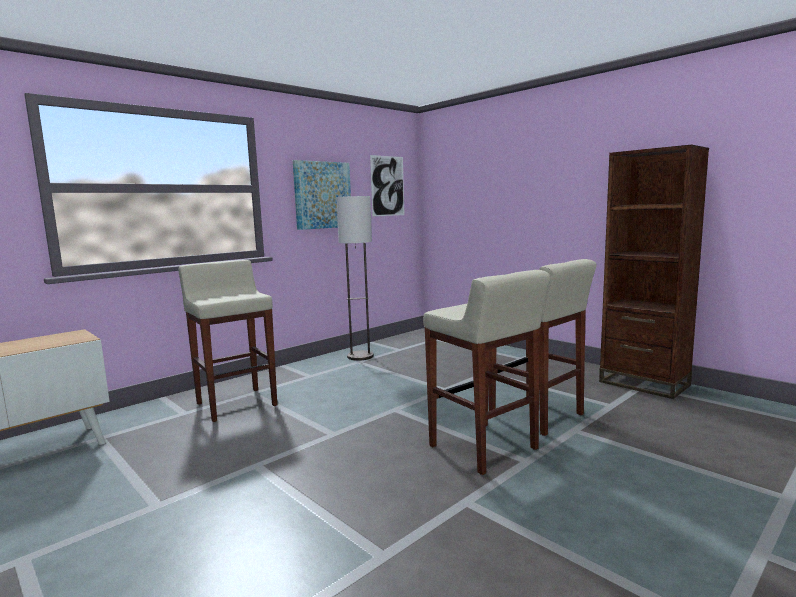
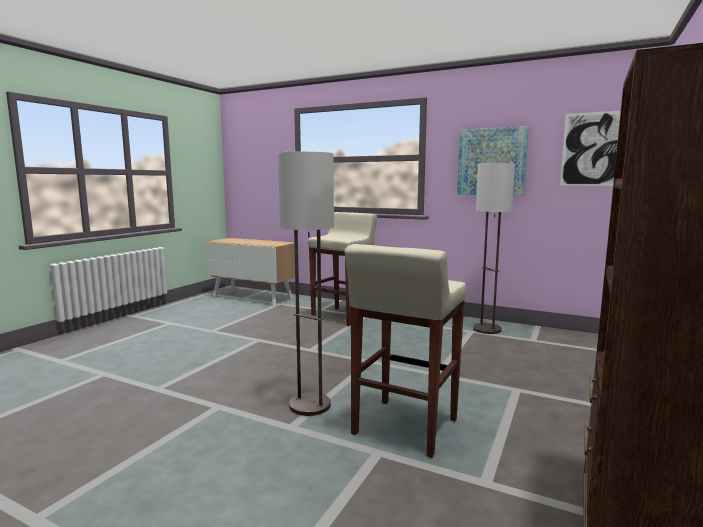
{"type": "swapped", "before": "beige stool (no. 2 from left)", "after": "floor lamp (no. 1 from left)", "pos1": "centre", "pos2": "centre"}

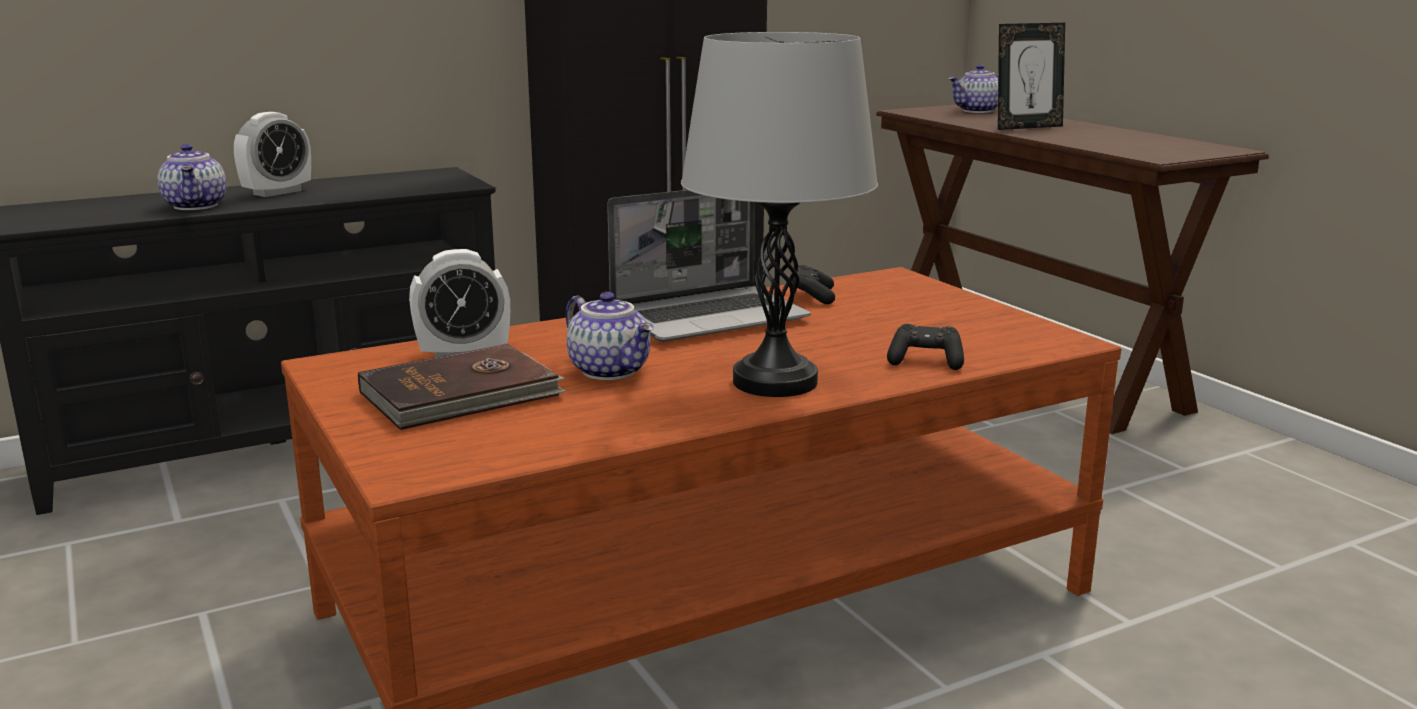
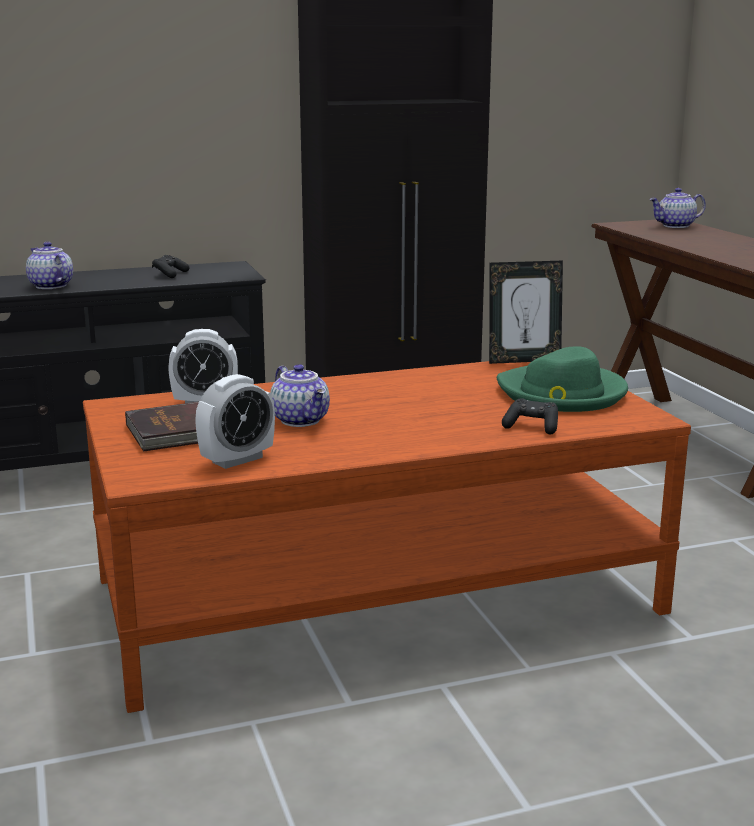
{"type": "shifted", "before": "picture frame", "pos1": "top right", "pos2": "middle right"}
{"type": "gone", "before": "grey table lamp", "pos1": "top centre"}
{"type": "shifted", "before": "alarm clock (no. 1 from left in the first image)", "after": "alarm clock (no. 2 from left)", "pos1": "top left", "pos2": "middle left"}
{"type": "rotated", "before": "teapot (no. 1 from left)", "pos1": "top left", "pos2": "top left", "turn": 150}
{"type": "gone", "before": "laptop", "pos1": "centre"}
{"type": "shifted", "before": "black game controller (no. 1 from left)", "pos1": "centre", "pos2": "top left"}
{"type": "new", "after": "green hat", "pos2": "middle right"}

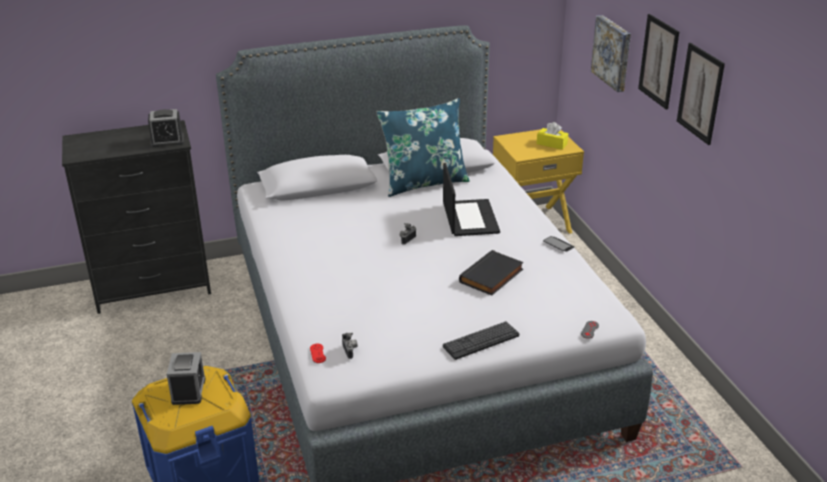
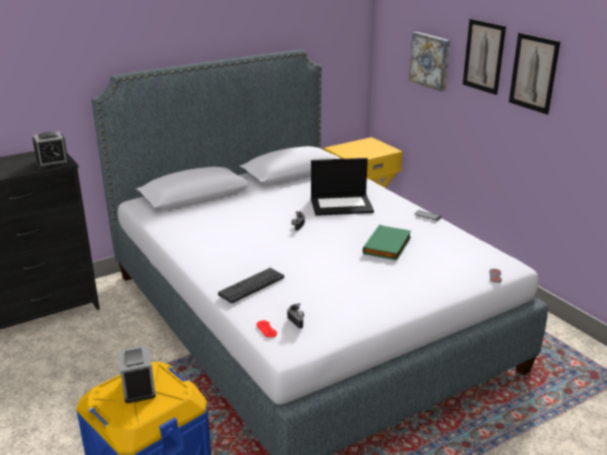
{"type": "gone", "before": "blue pillow", "pos1": "top centre"}
{"type": "gone", "before": "yellow tissue box", "pos1": "top right"}
{"type": "rotated", "before": "laptop", "pos1": "centre", "pos2": "centre", "turn": 105}
{"type": "repainted", "before": "black book", "after": "green book", "pos1": "centre", "pos2": "centre"}
{"type": "shifted", "before": "keyboard", "pos1": "bottom centre", "pos2": "centre"}

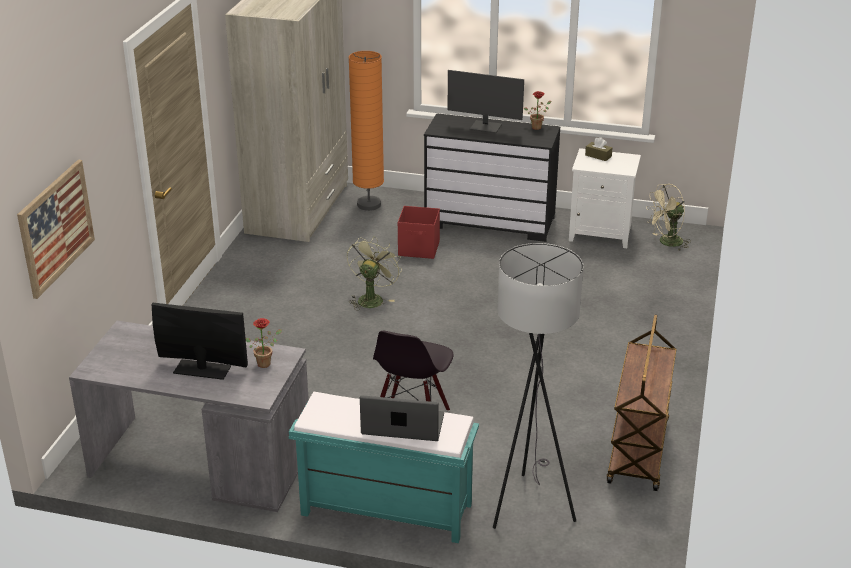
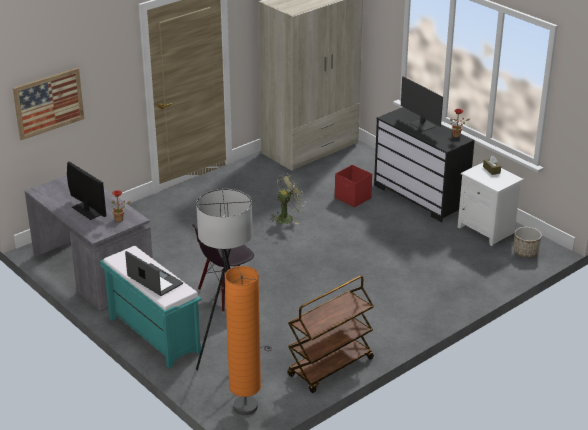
{"type": "shifted", "before": "orange floor lamp", "pos1": "top centre", "pos2": "bottom centre"}
{"type": "swapped", "before": "beige fan", "after": "planter", "pos1": "middle right", "pos2": "middle right"}

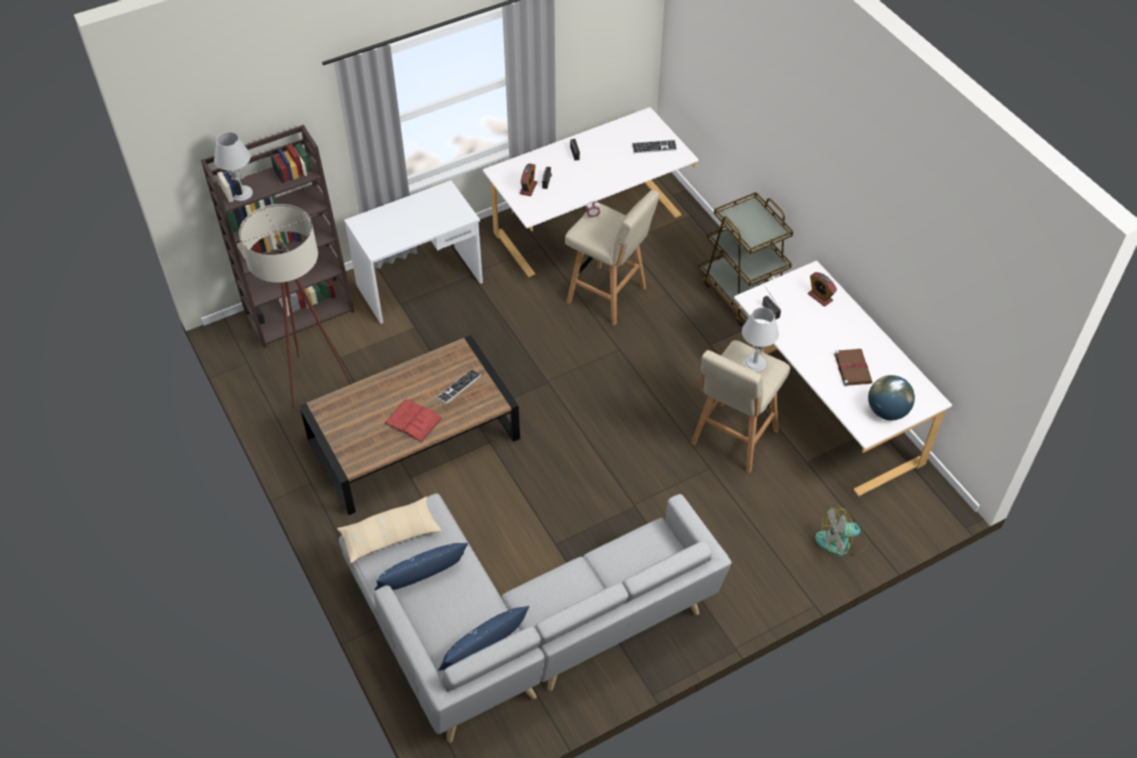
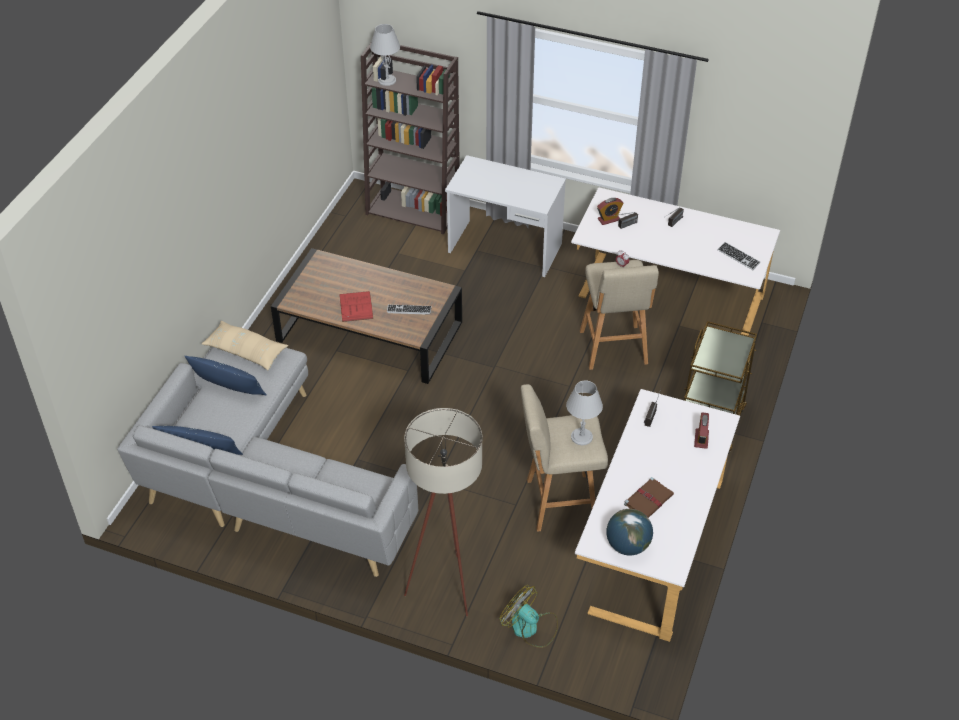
{"type": "shifted", "before": "beige floor lamp", "pos1": "middle left", "pos2": "bottom centre"}

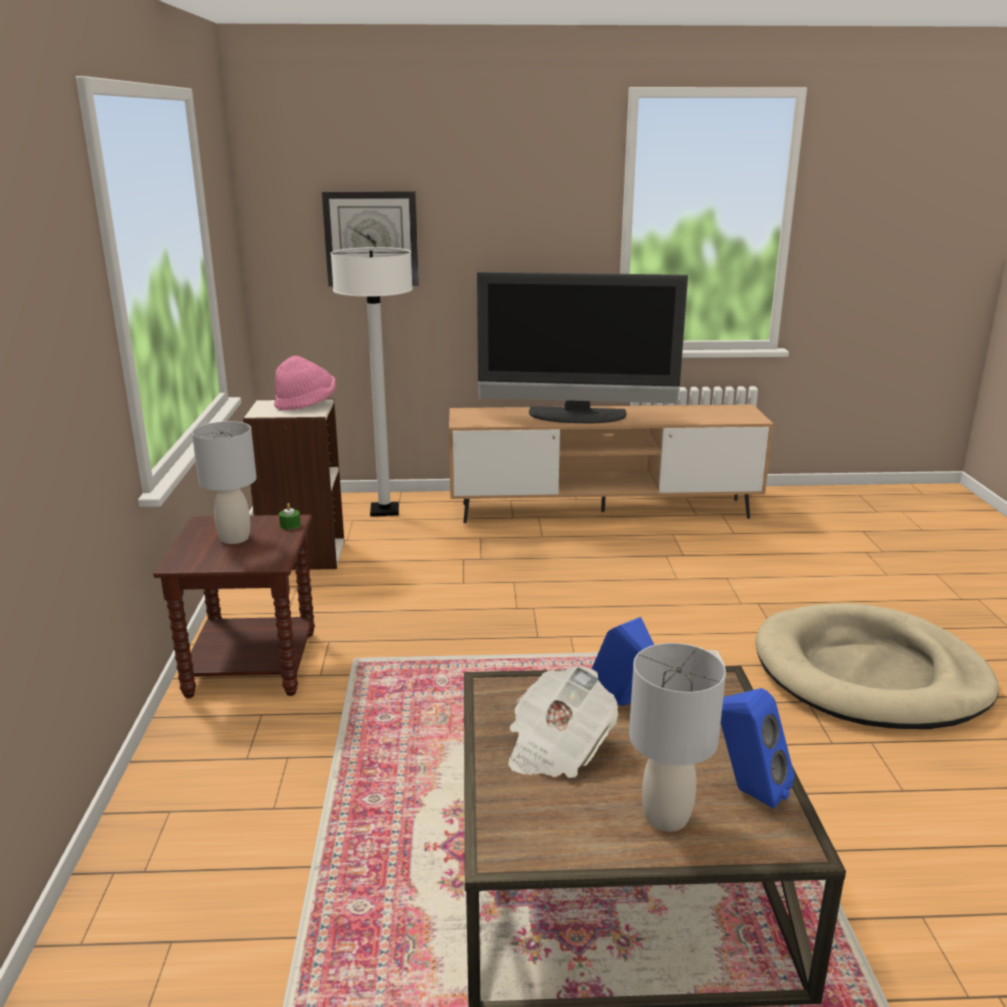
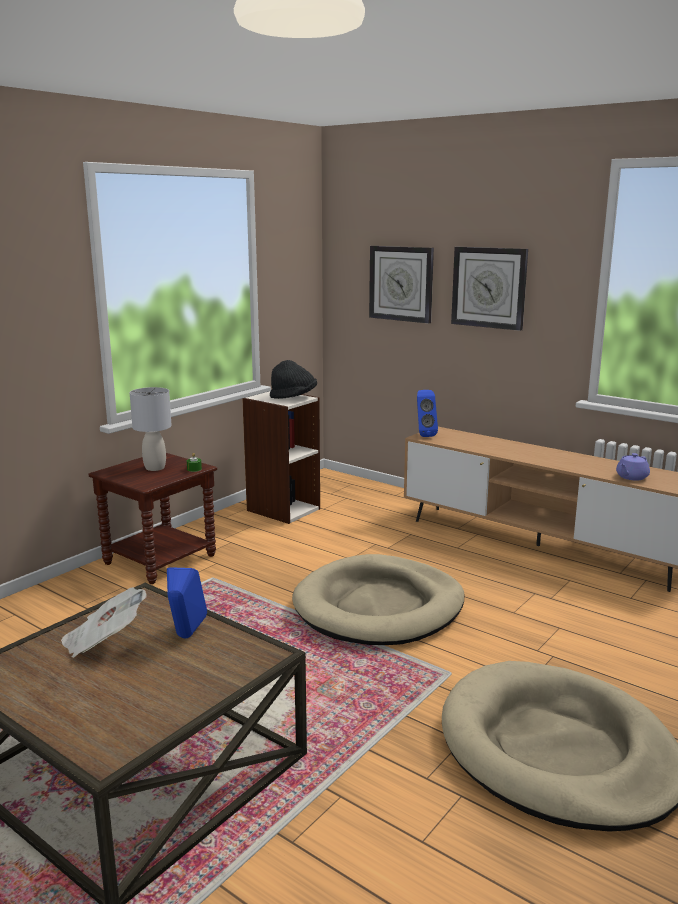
{"type": "gone", "before": "white floor lamp", "pos1": "centre"}
{"type": "gone", "before": "television", "pos1": "centre"}
{"type": "repainted", "before": "pink hat", "after": "black hat", "pos1": "middle left", "pos2": "centre"}
{"type": "gone", "before": "grey table lamp (no. 2 from left)", "pos1": "bottom right"}
{"type": "shifted", "before": "blue speaker (no. 2 from left)", "pos1": "bottom right", "pos2": "centre"}
{"type": "new", "after": "wall clock (no. 2 from left)", "pos2": "top right"}
{"type": "new", "after": "purple teapot", "pos2": "middle right"}
{"type": "new", "after": "beige dog bed (no. 1 from left)", "pos2": "centre"}

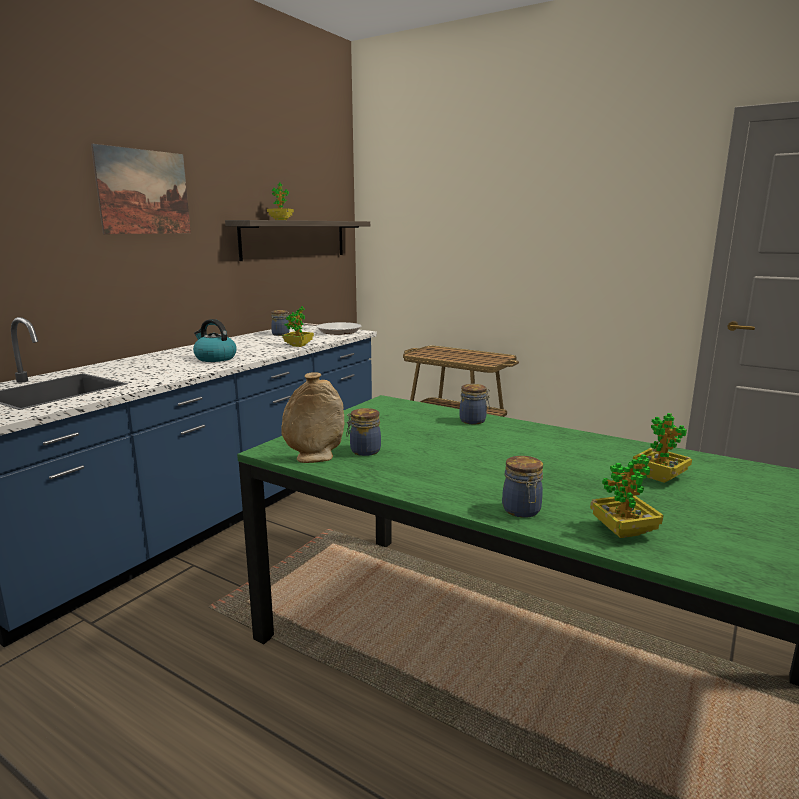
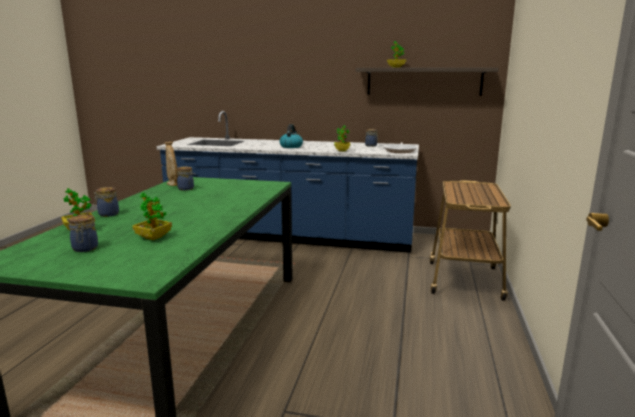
{"type": "gone", "before": "picture", "pos1": "top left"}
{"type": "shifted", "before": "jar (no. 3 from left in the first image)", "after": "jar (no. 1 from left)", "pos1": "centre", "pos2": "middle left"}

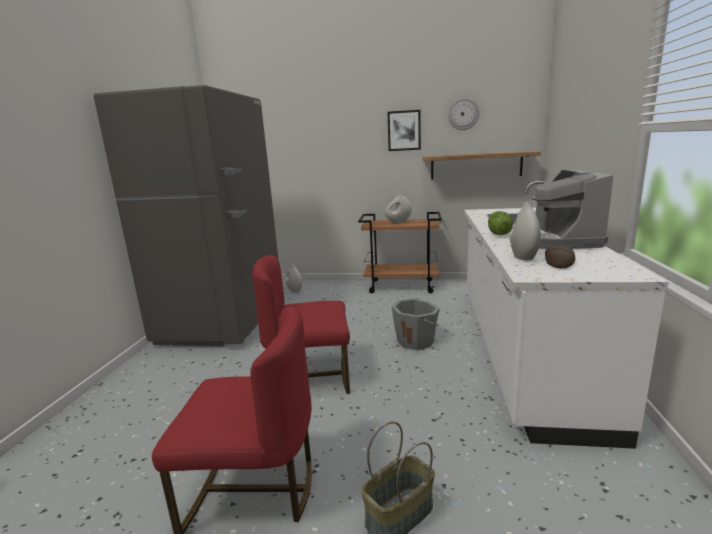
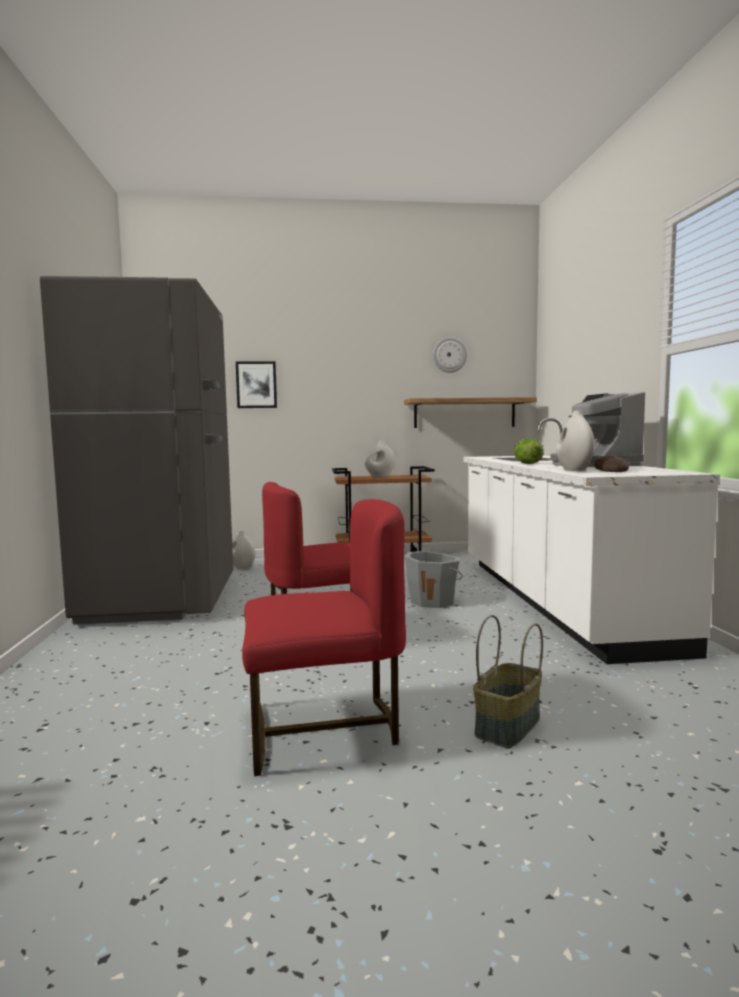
{"type": "shifted", "before": "picture", "pos1": "top centre", "pos2": "centre"}

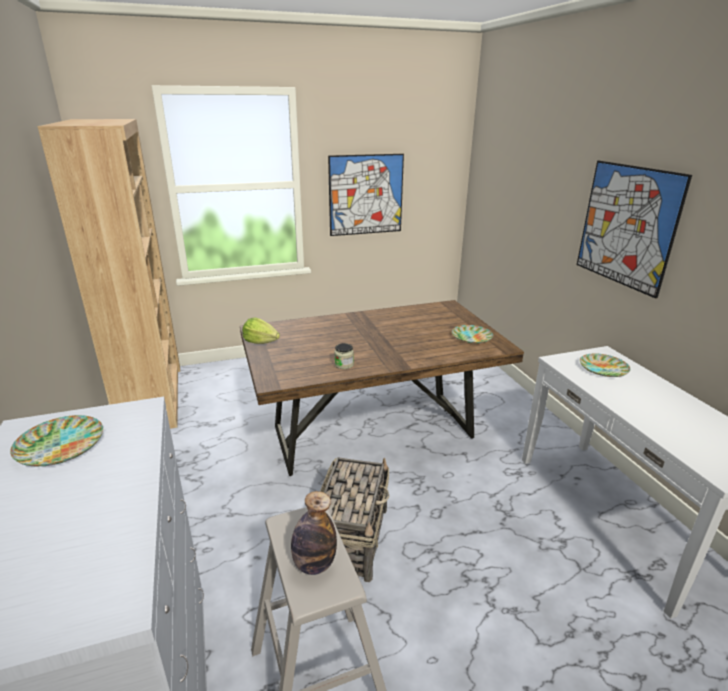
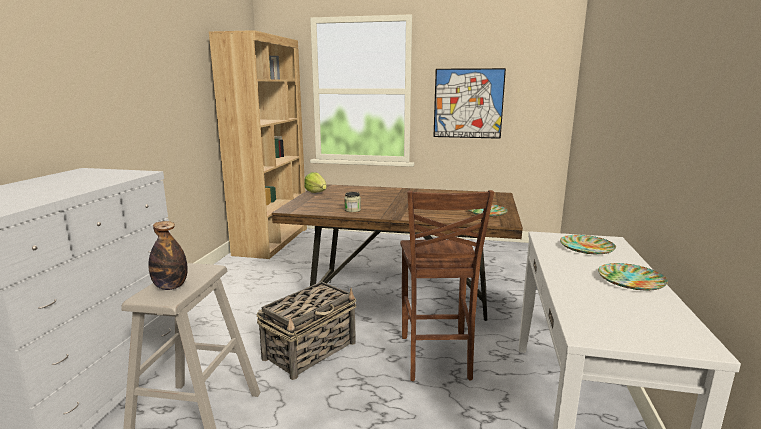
{"type": "gone", "before": "picture (no. 2 from left)", "pos1": "top right"}
{"type": "shifted", "before": "plate (no. 1 from left in the first image)", "after": "plate (no. 3 from left)", "pos1": "middle left", "pos2": "middle right"}
{"type": "new", "after": "brown chair", "pos2": "centre"}

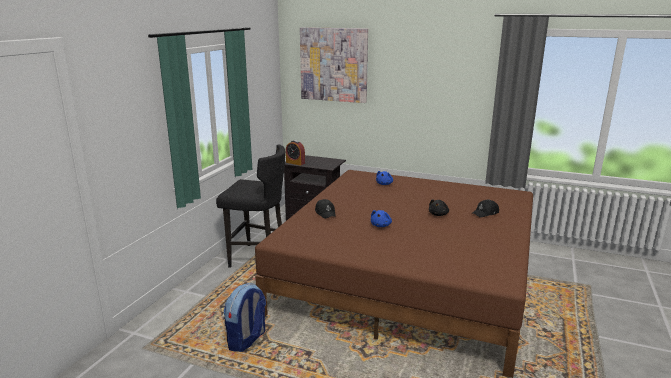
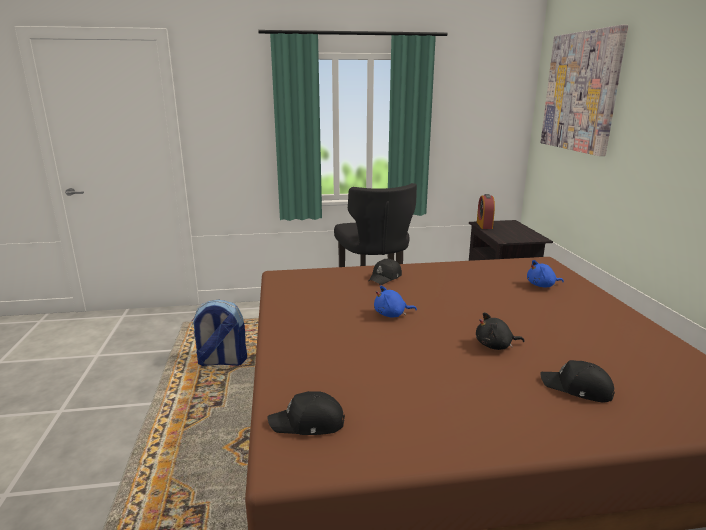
{"type": "new", "after": "black cap (no. 1 from left)", "pos2": "bottom centre"}

